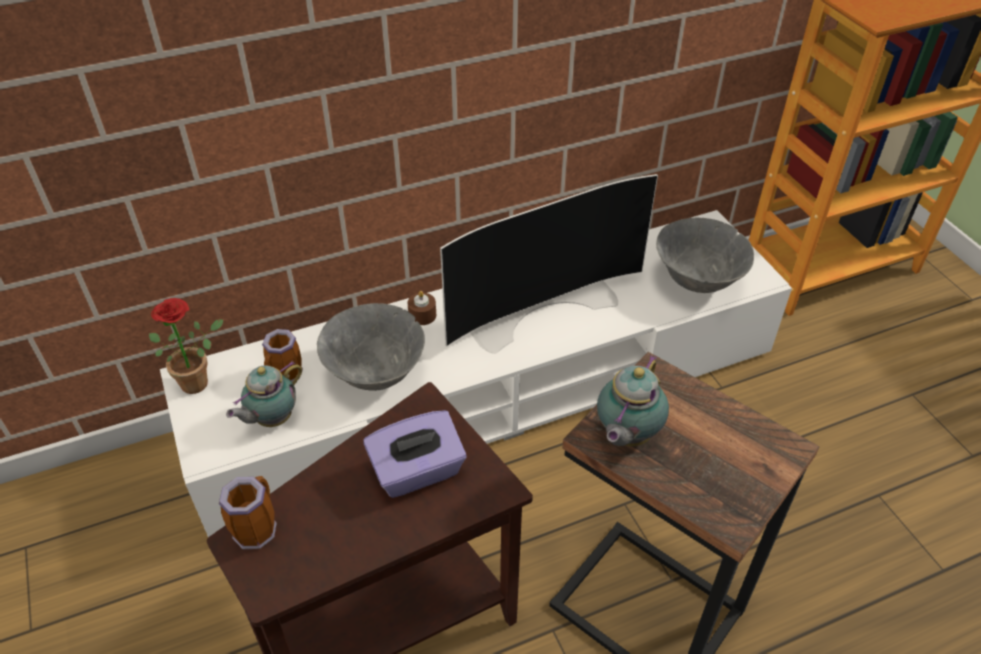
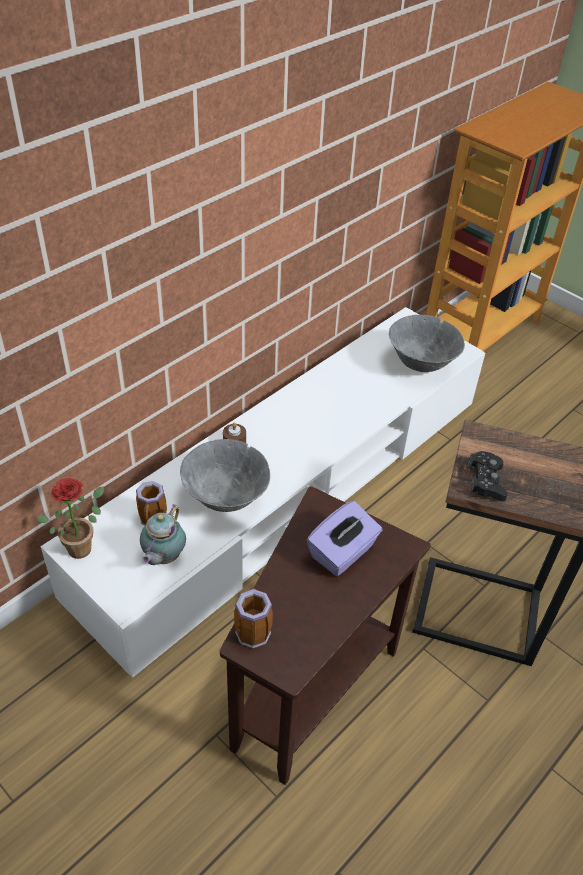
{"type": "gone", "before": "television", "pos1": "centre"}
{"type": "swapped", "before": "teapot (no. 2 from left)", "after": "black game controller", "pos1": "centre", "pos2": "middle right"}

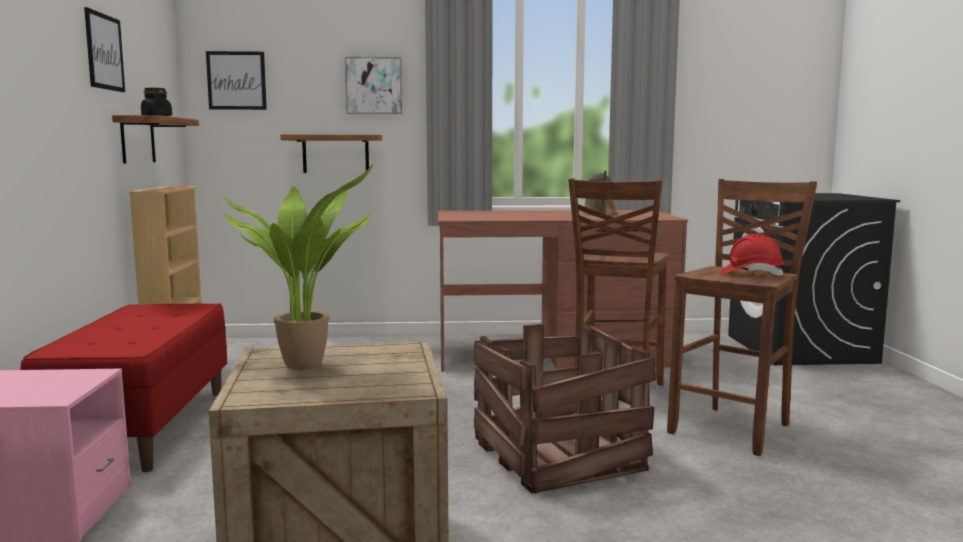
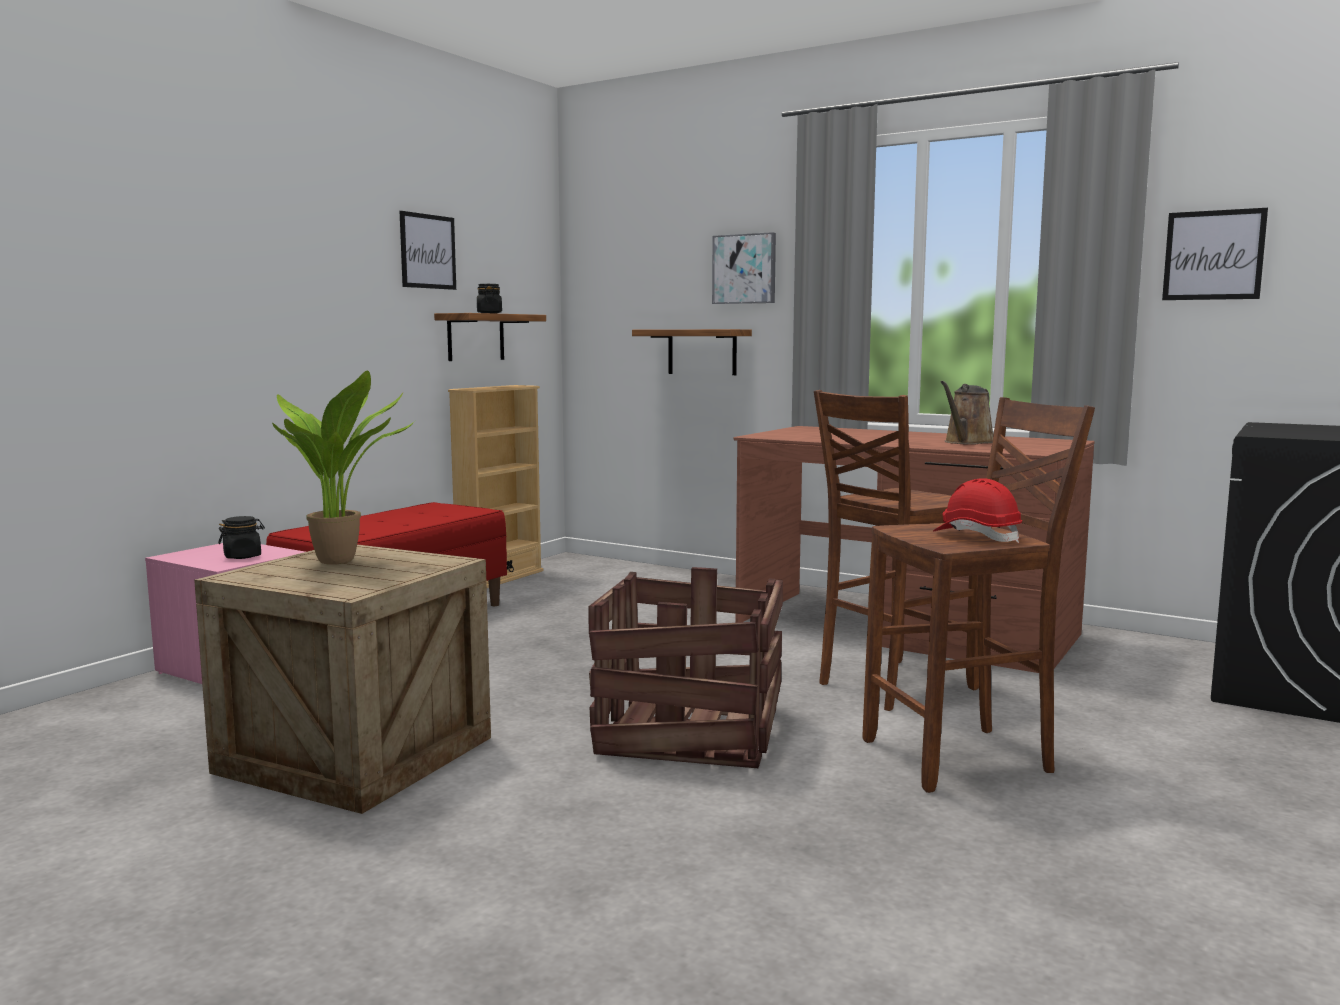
{"type": "shifted", "before": "picture (no. 2 from left in the first image)", "after": "picture (no. 3 from left)", "pos1": "top left", "pos2": "top right"}
{"type": "new", "after": "black jar (no. 1 from left)", "pos2": "middle left"}

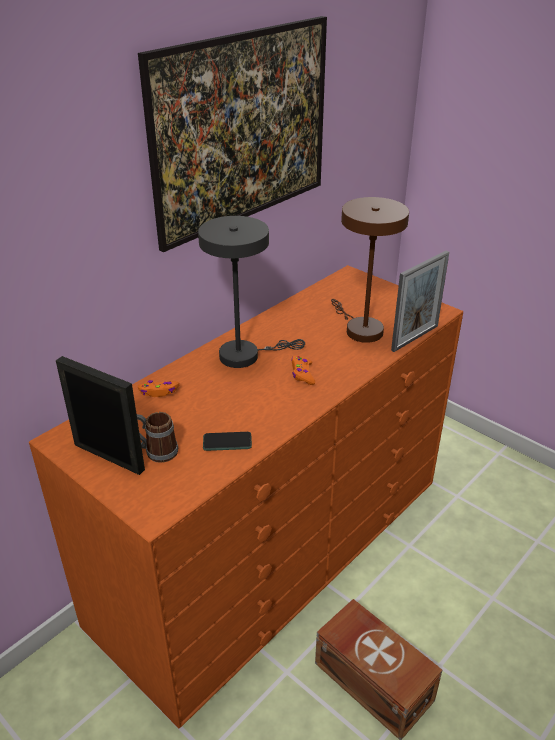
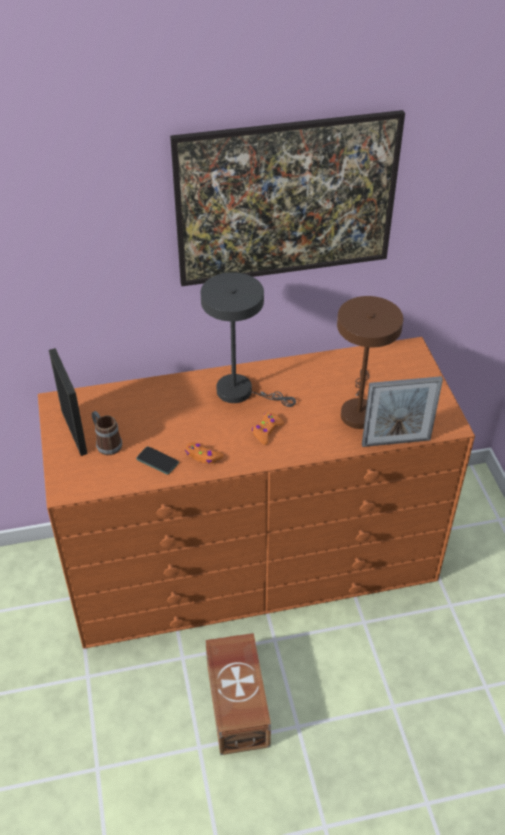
{"type": "shifted", "before": "orange game controller (no. 1 from left)", "pos1": "middle left", "pos2": "centre"}

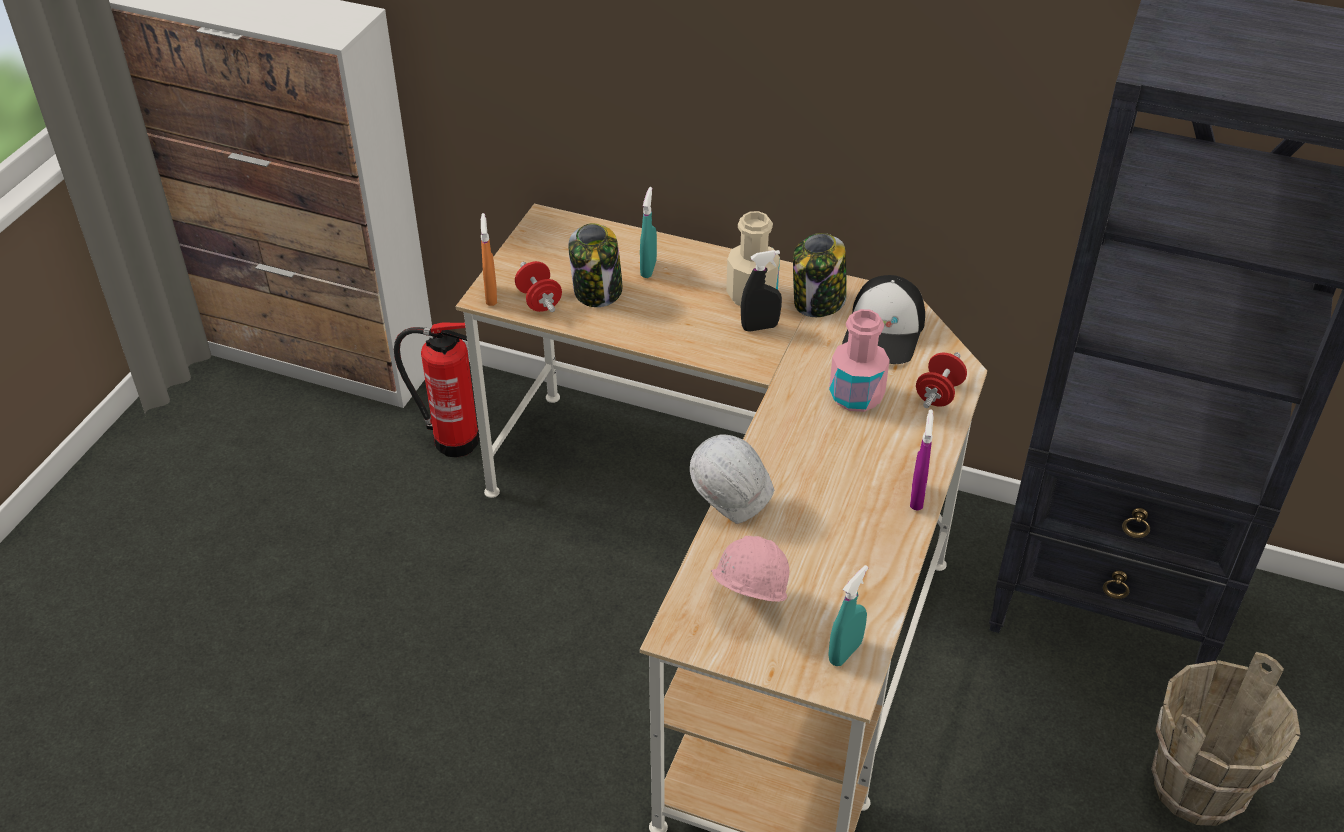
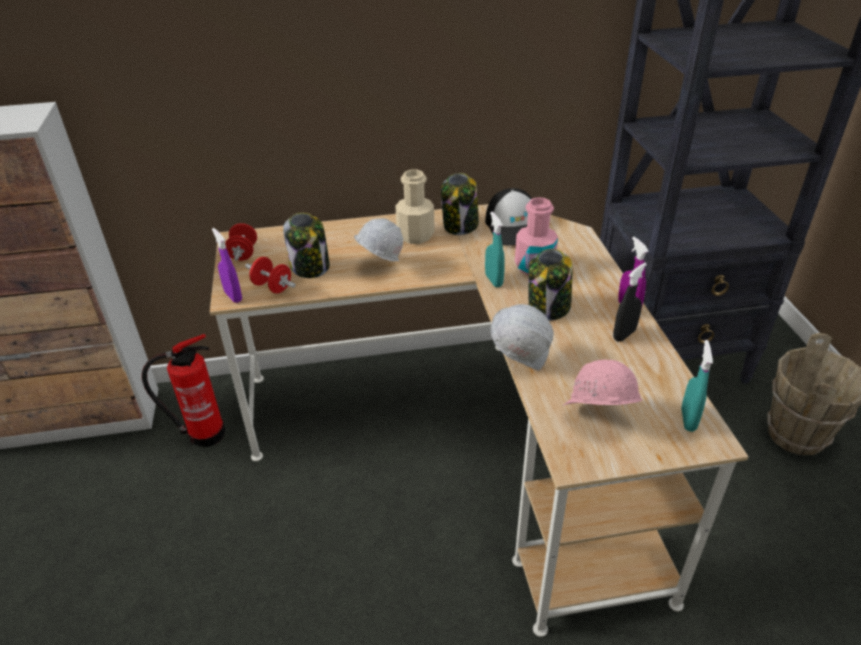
{"type": "shifted", "before": "turquoise spray bottle (no. 1 from left)", "pos1": "top centre", "pos2": "centre"}
{"type": "repainted", "before": "orange spray bottle", "after": "purple spray bottle (no. 1 from left)", "pos1": "top centre", "pos2": "middle left"}
{"type": "shifted", "before": "black spray bottle", "pos1": "centre", "pos2": "middle right"}
{"type": "shifted", "before": "red dumbbell (no. 2 from left in the first image)", "after": "red dumbbell (no. 1 from left)", "pos1": "middle right", "pos2": "middle left"}
{"type": "new", "after": "white hard hat (no. 1 from left)", "pos2": "centre"}
{"type": "new", "after": "jar (no. 3 from left)", "pos2": "centre"}

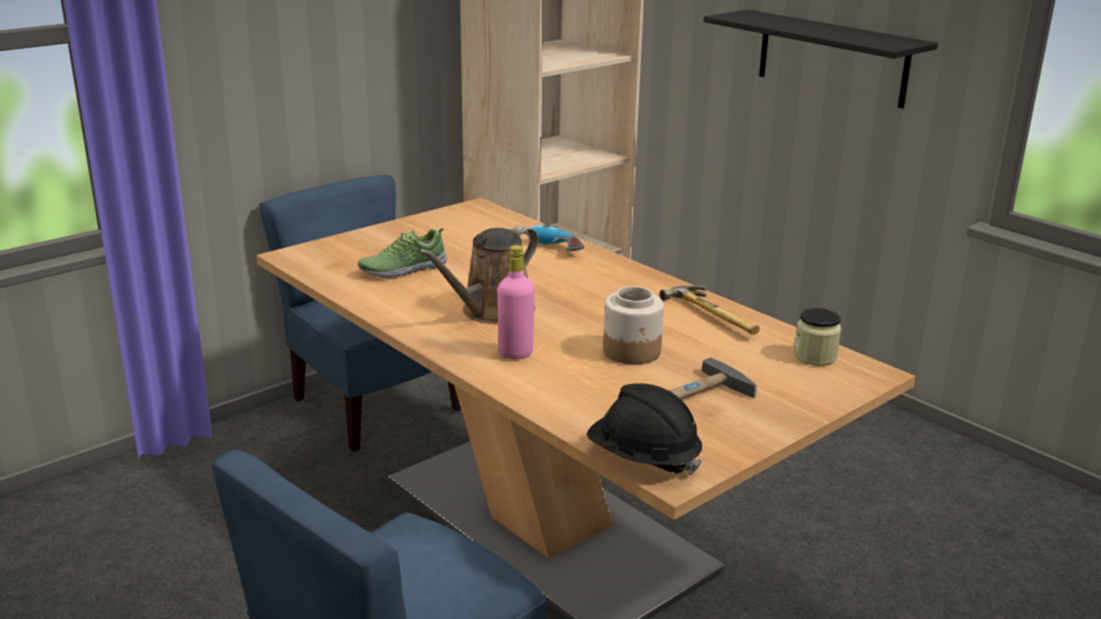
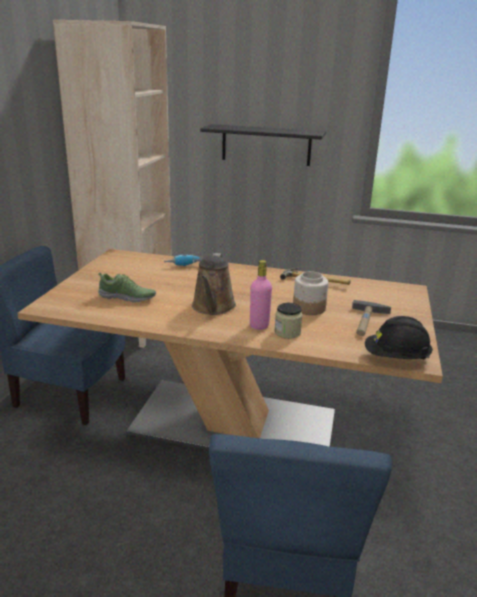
{"type": "rotated", "before": "shoe", "pos1": "centre", "pos2": "middle left", "turn": -105}
{"type": "shifted", "before": "jar (no. 2 from left in the first image)", "after": "jar (no. 1 from left)", "pos1": "middle right", "pos2": "centre"}

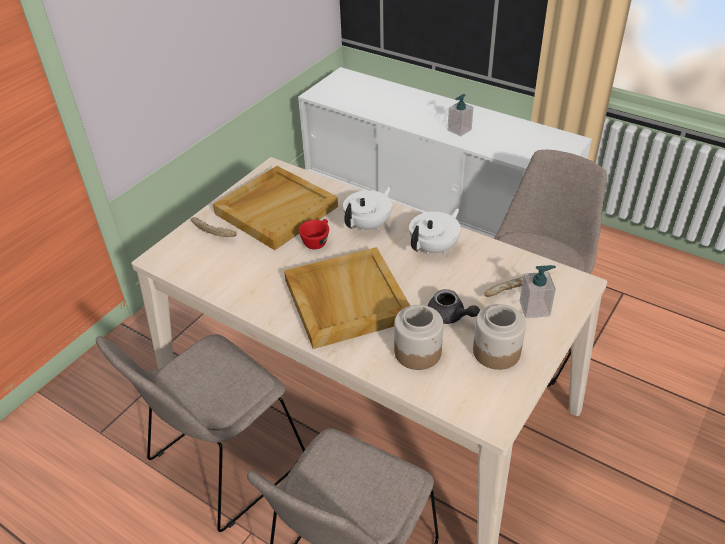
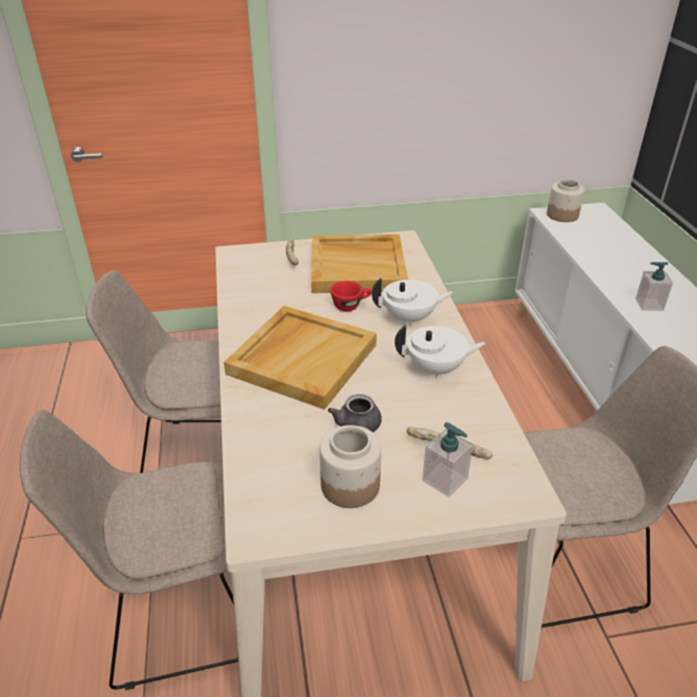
{"type": "shifted", "before": "jar (no. 1 from left in the first image)", "after": "jar (no. 2 from left)", "pos1": "centre", "pos2": "top right"}

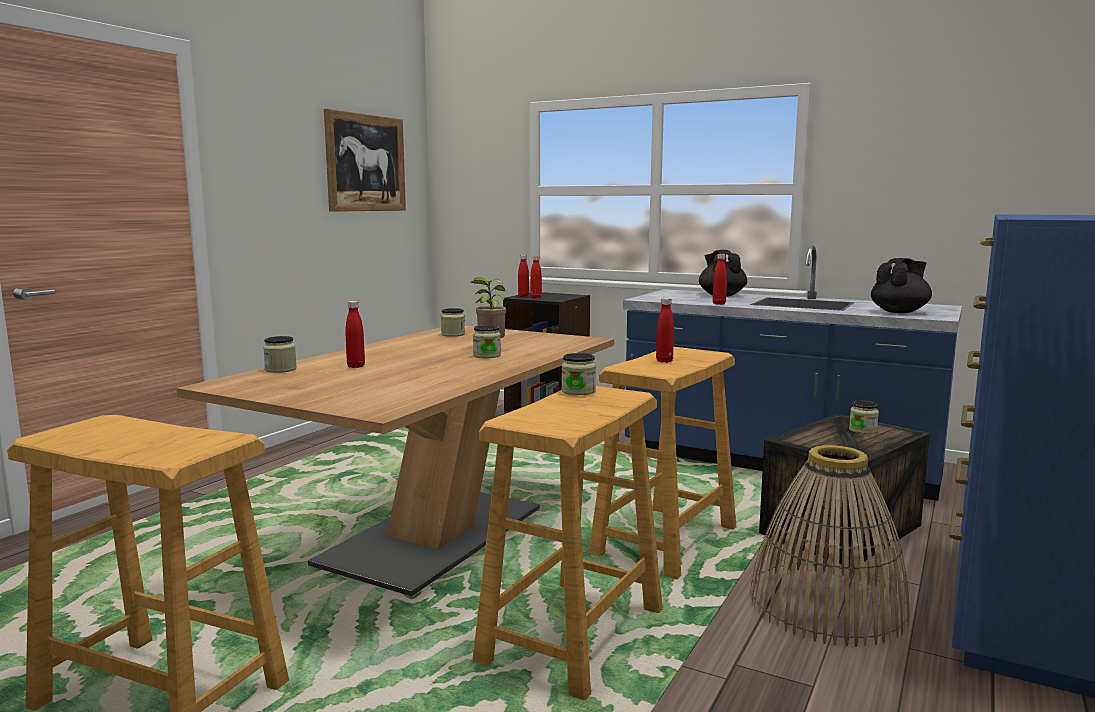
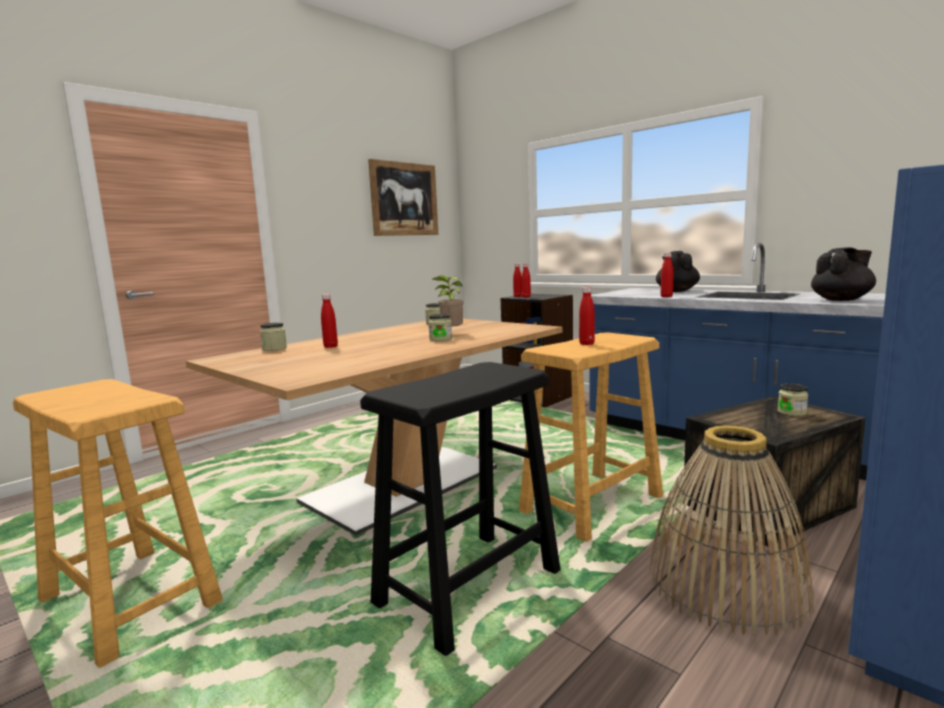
{"type": "gone", "before": "jar (no. 4 from left)", "pos1": "centre"}
{"type": "repainted", "before": "beige stool (no. 2 from left)", "after": "black stool", "pos1": "bottom centre", "pos2": "bottom centre"}

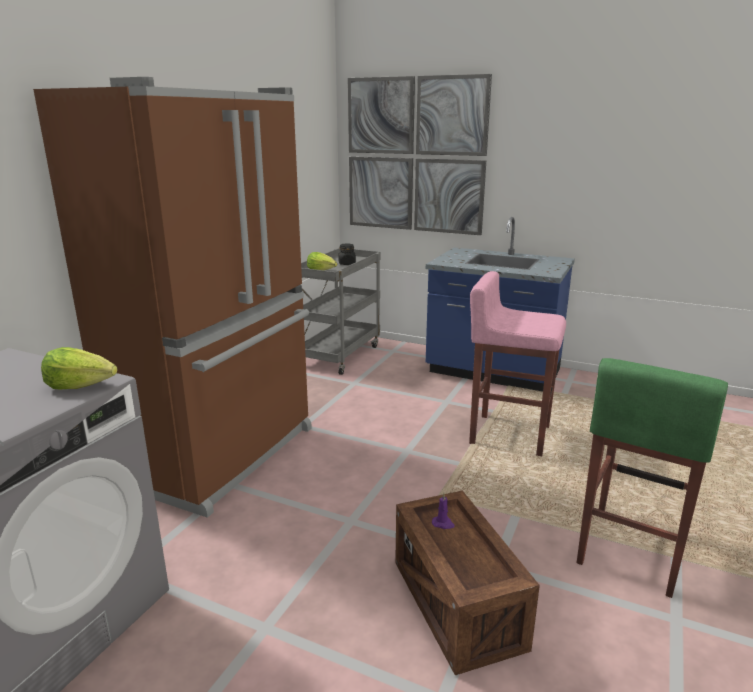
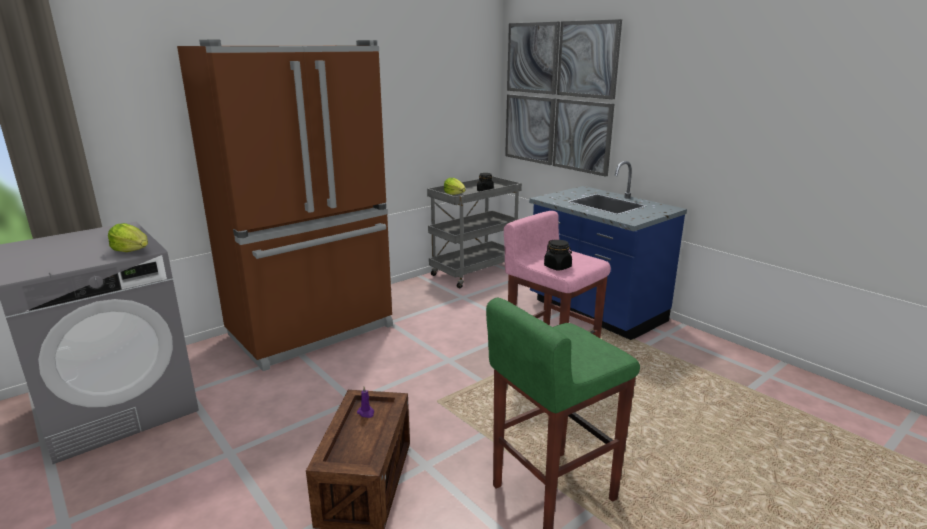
{"type": "new", "after": "black jar (no. 2 from left)", "pos2": "centre"}

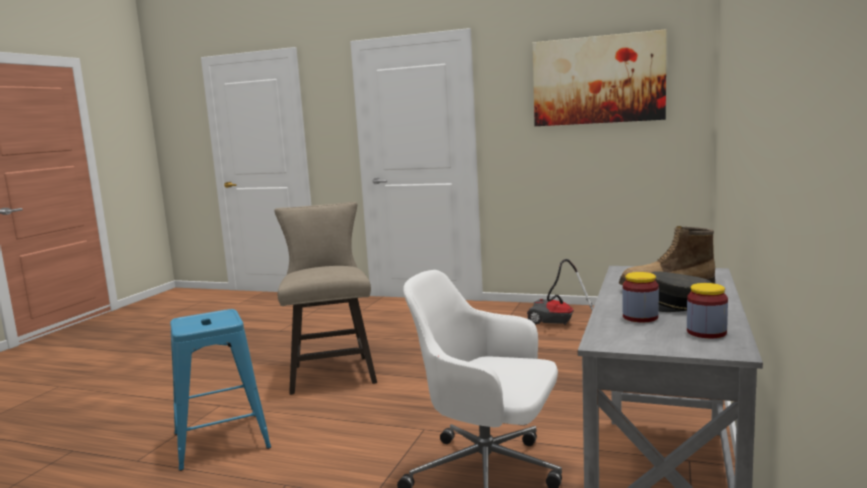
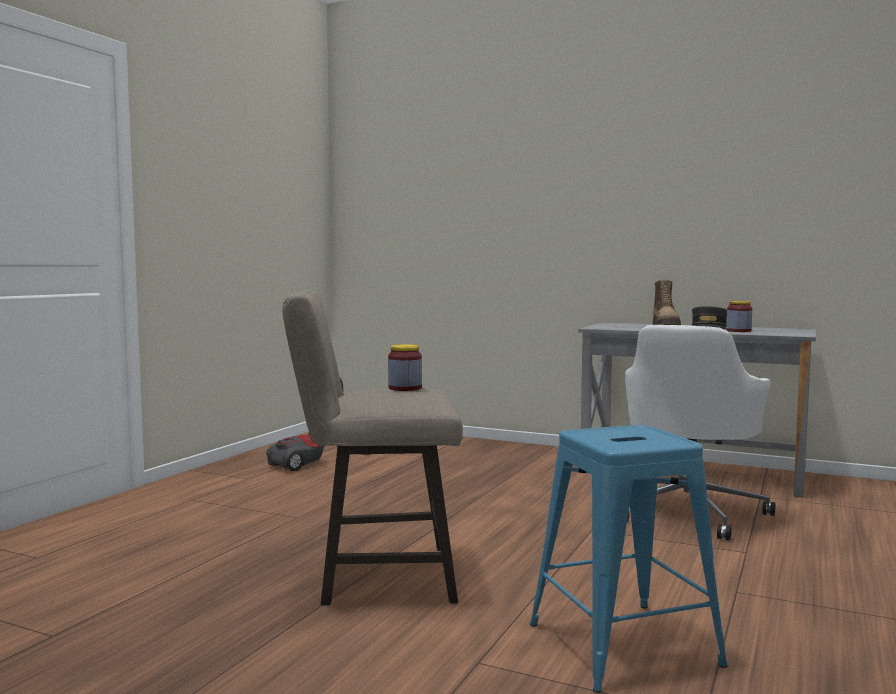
{"type": "gone", "before": "picture", "pos1": "top right"}
{"type": "shifted", "before": "jar (no. 2 from left in the first image)", "after": "jar (no. 1 from left)", "pos1": "middle right", "pos2": "centre"}

